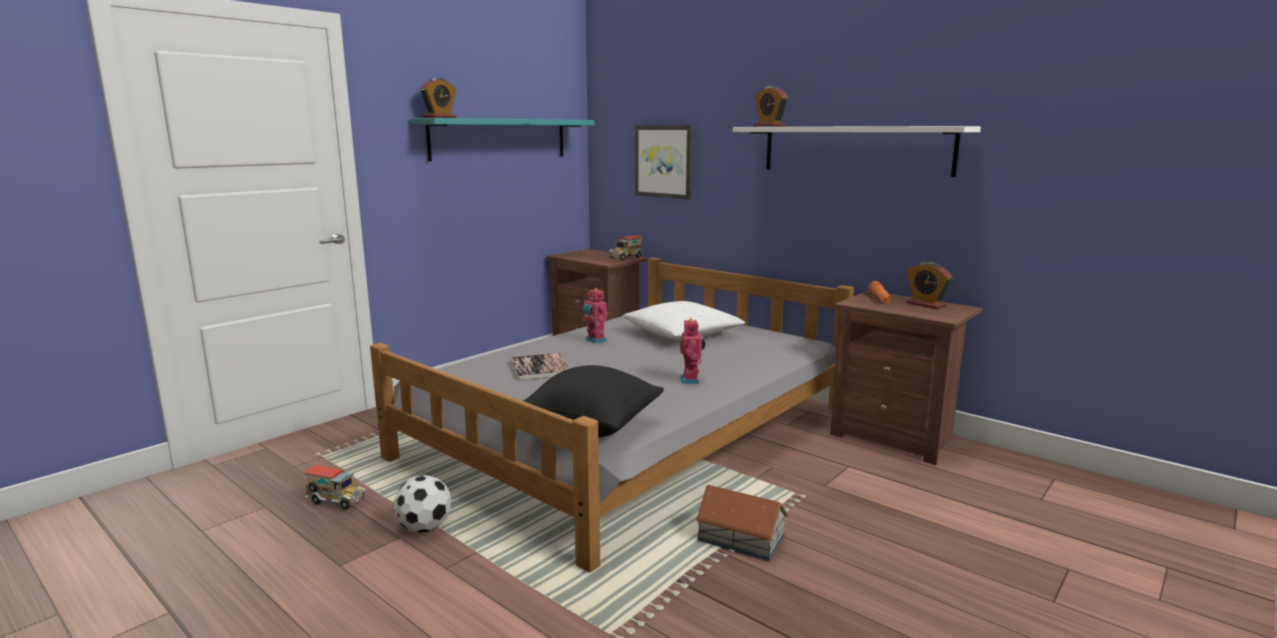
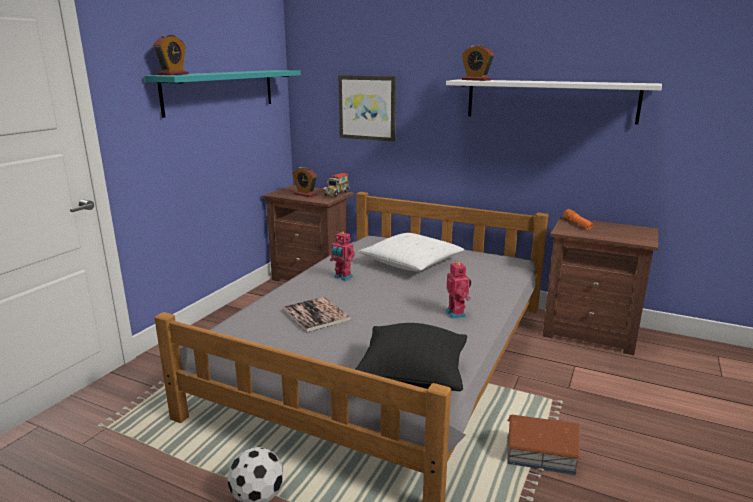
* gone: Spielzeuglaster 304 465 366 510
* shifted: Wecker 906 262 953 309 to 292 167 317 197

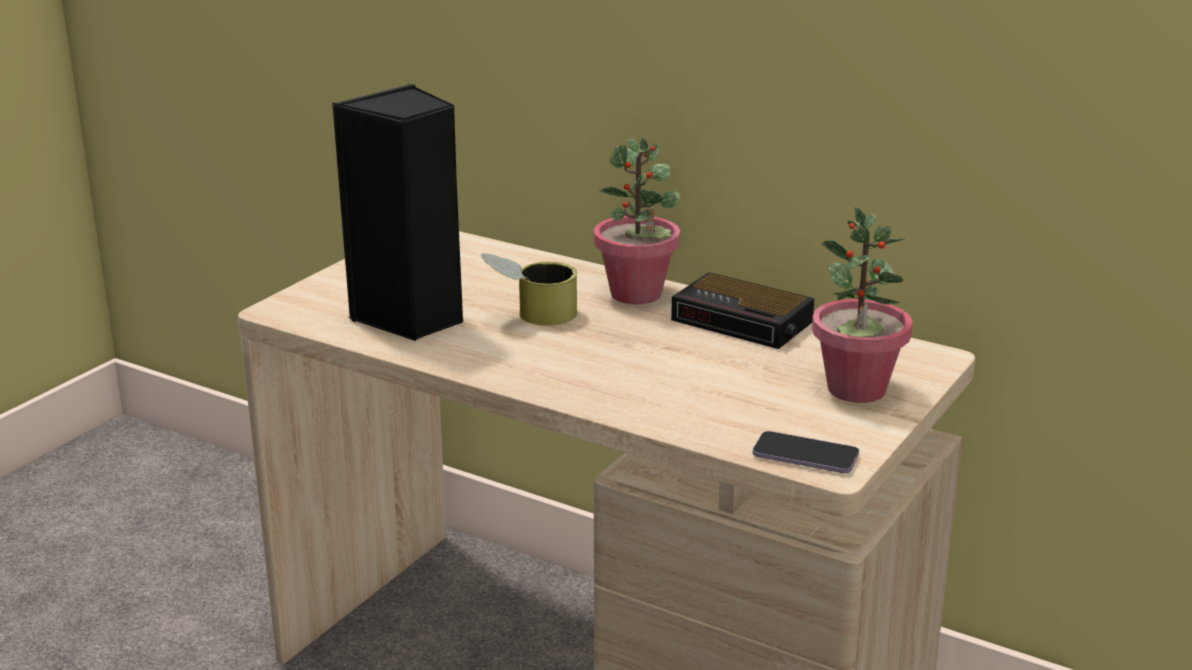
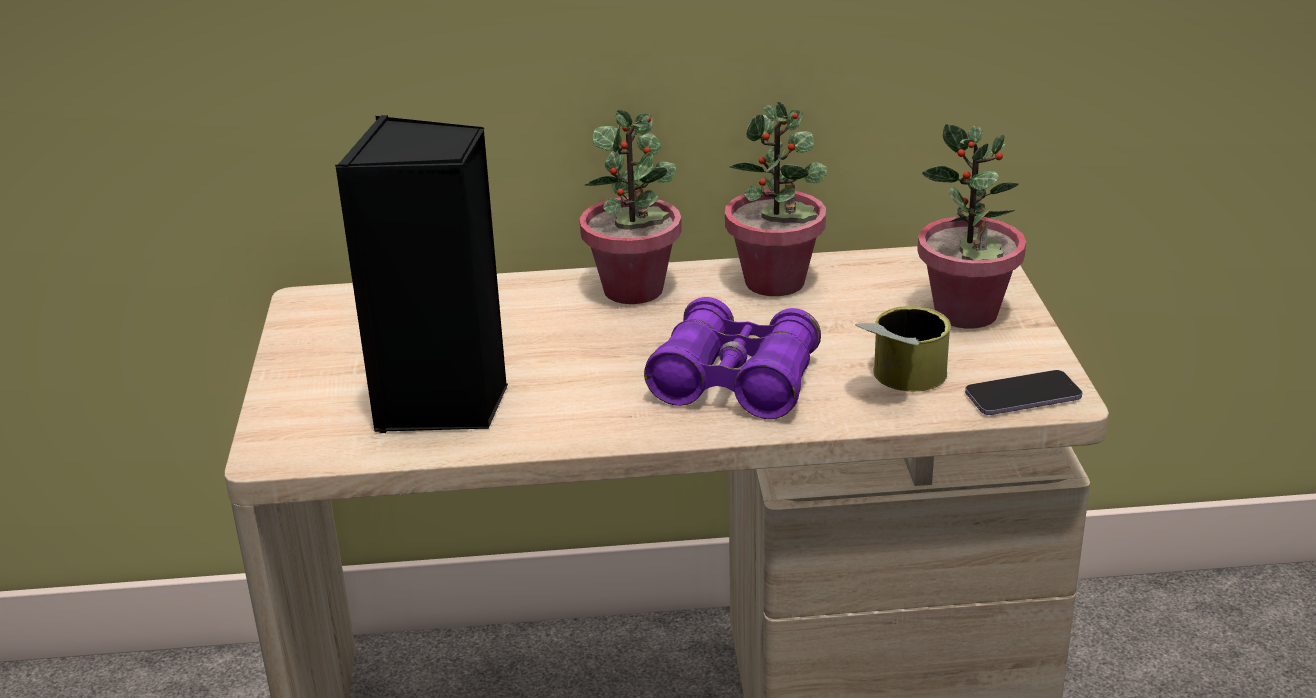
* new: Fernglas [lila] 644 297 821 419
* shifted: Dose 481 253 577 326 to 855 306 951 391
* swapped: Wecker 671 272 814 349 to Topfpflanze 725 102 827 296

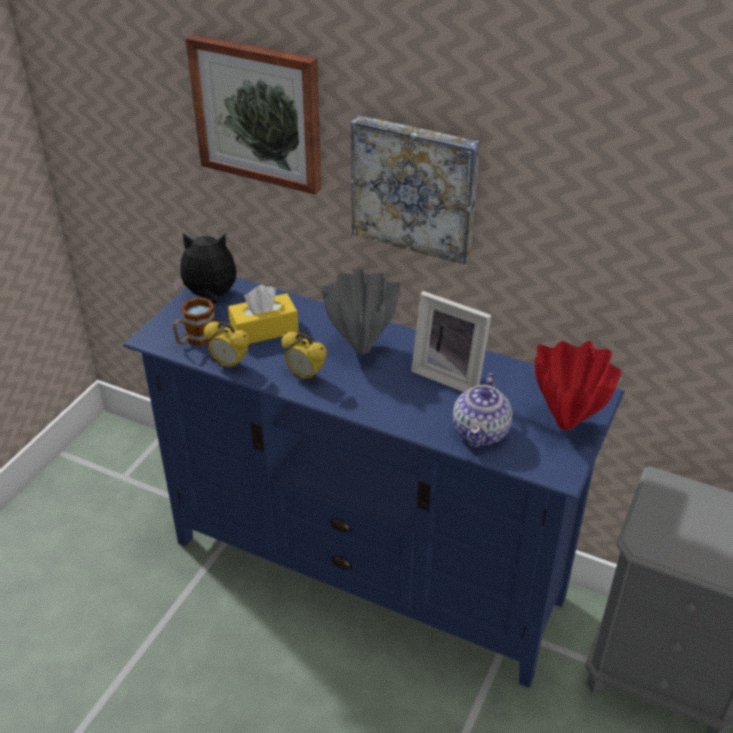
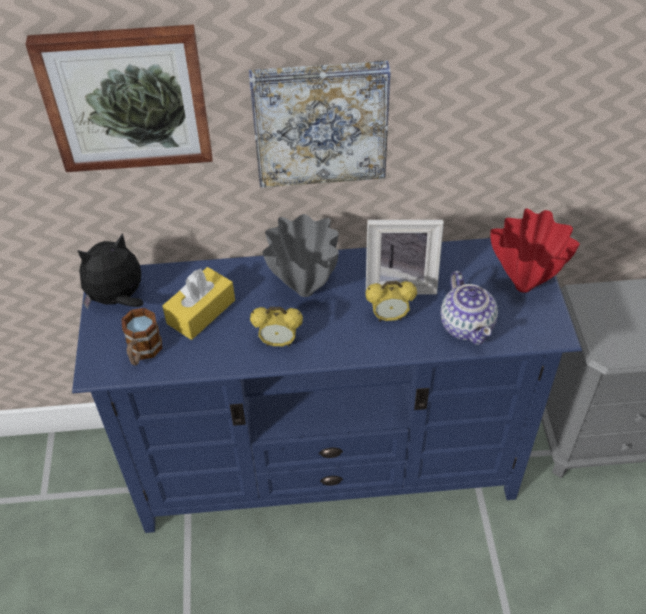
* shifted: Wecker 204 322 249 370 to 365 281 417 321

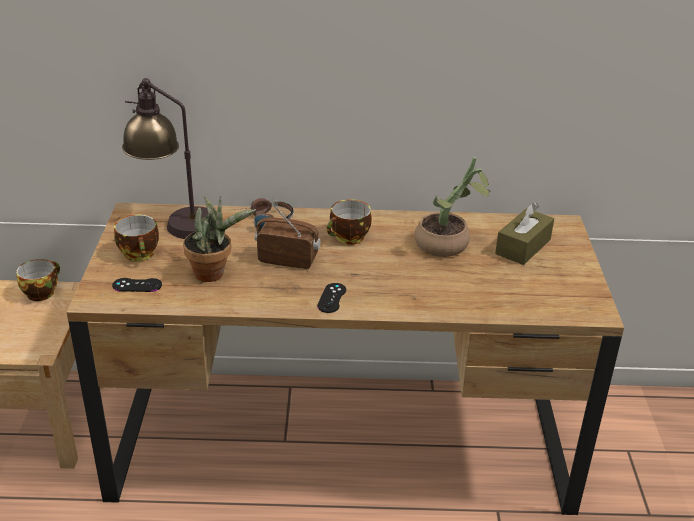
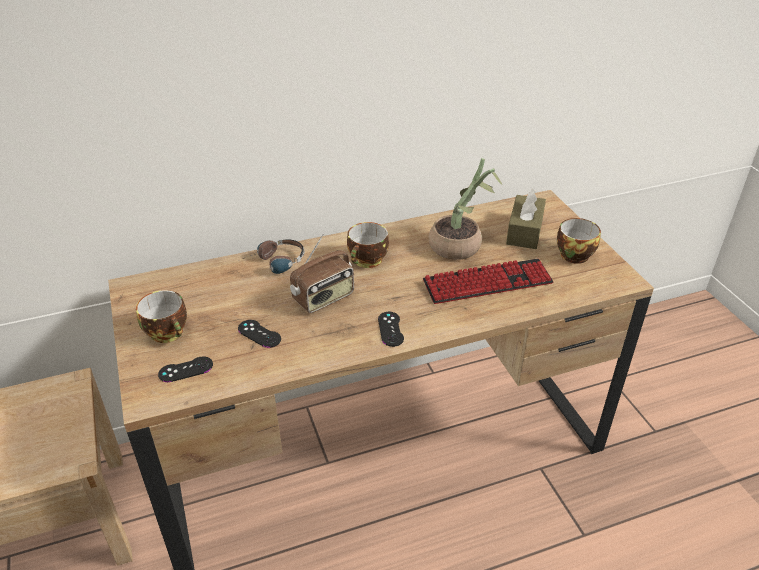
* gone: Tischlampe 122 78 210 239
* new: Tastatur 423 259 554 304
* shifted: Tasse 16 259 60 301 to 557 218 601 264
* swapped: Topfpflanze 183 196 256 282 to Gamepad [schwarz] 238 320 281 348
* rotated: Radio 255 205 321 269 = 290 234 354 313 150 degrees clockwise

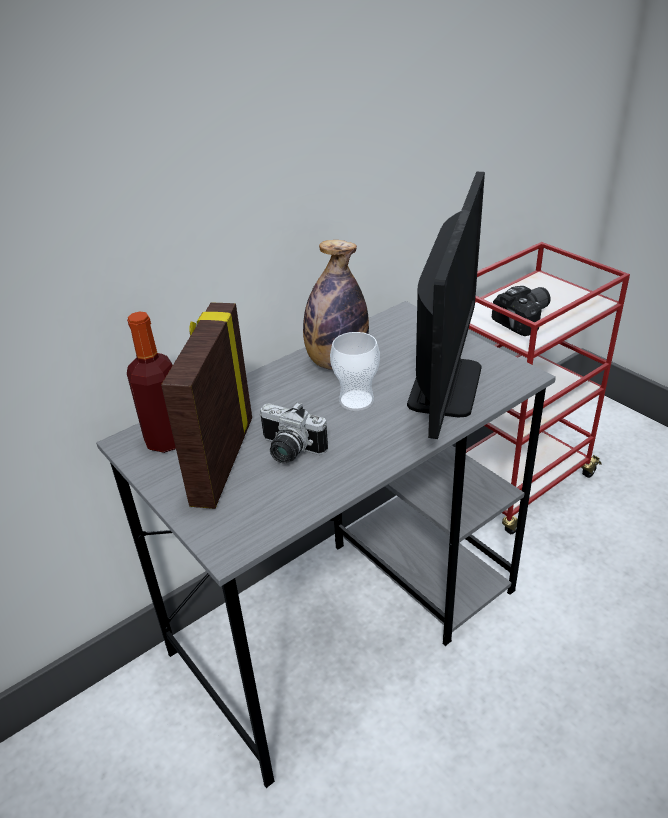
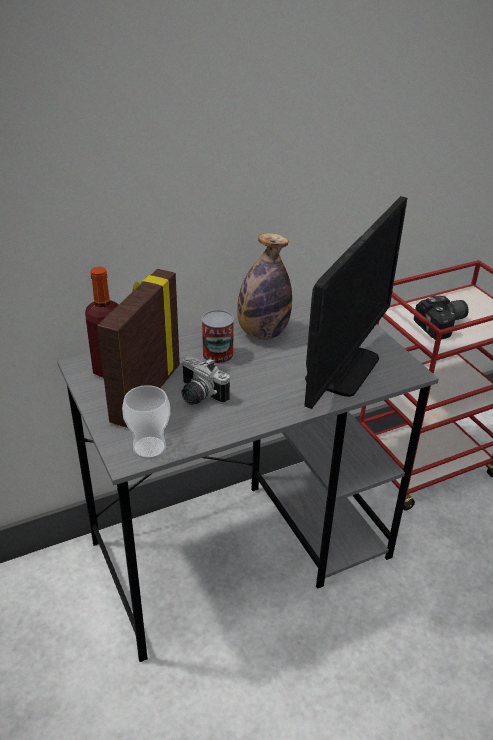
* new: Dose 202 310 234 364
* shifted: Tasse 330 332 380 411 to 122 385 170 460

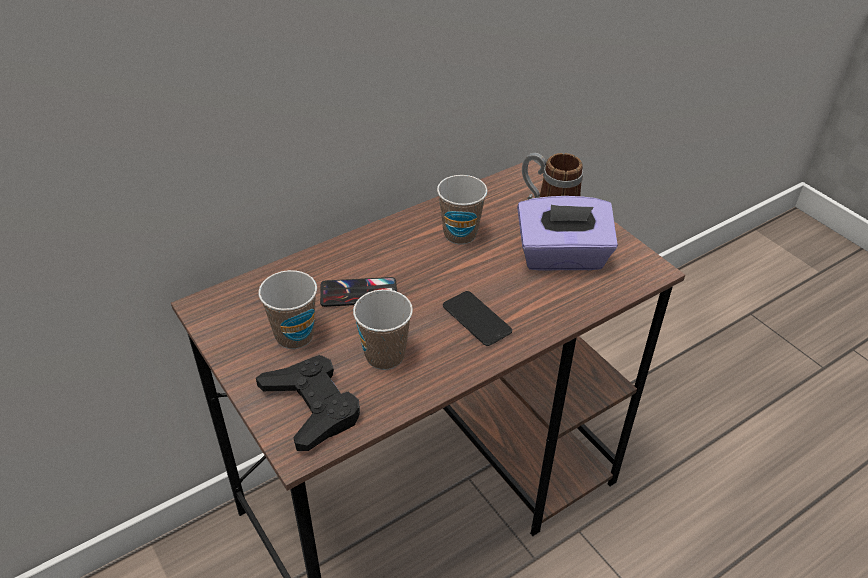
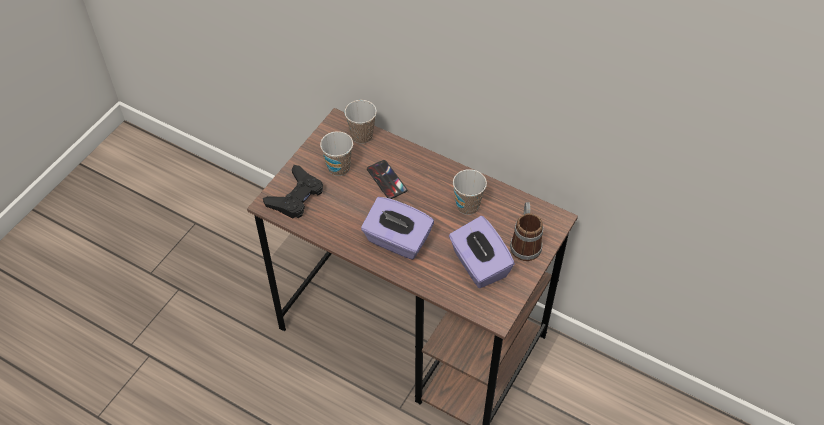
* shifted: Tasse 353 289 413 370 to 345 100 377 144
* swapped: Handy 443 291 512 346 to Taschentuchbox [lila] 361 197 434 260

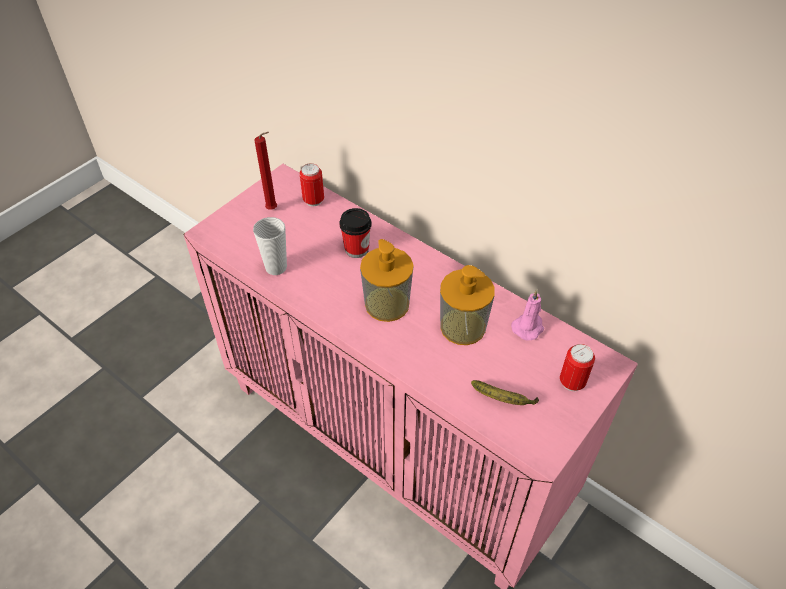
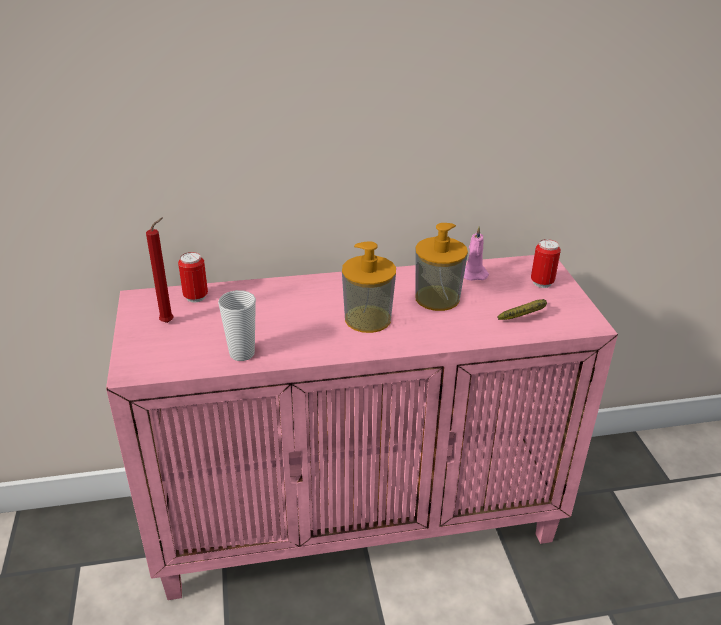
* gone: Tasse 339 208 372 258

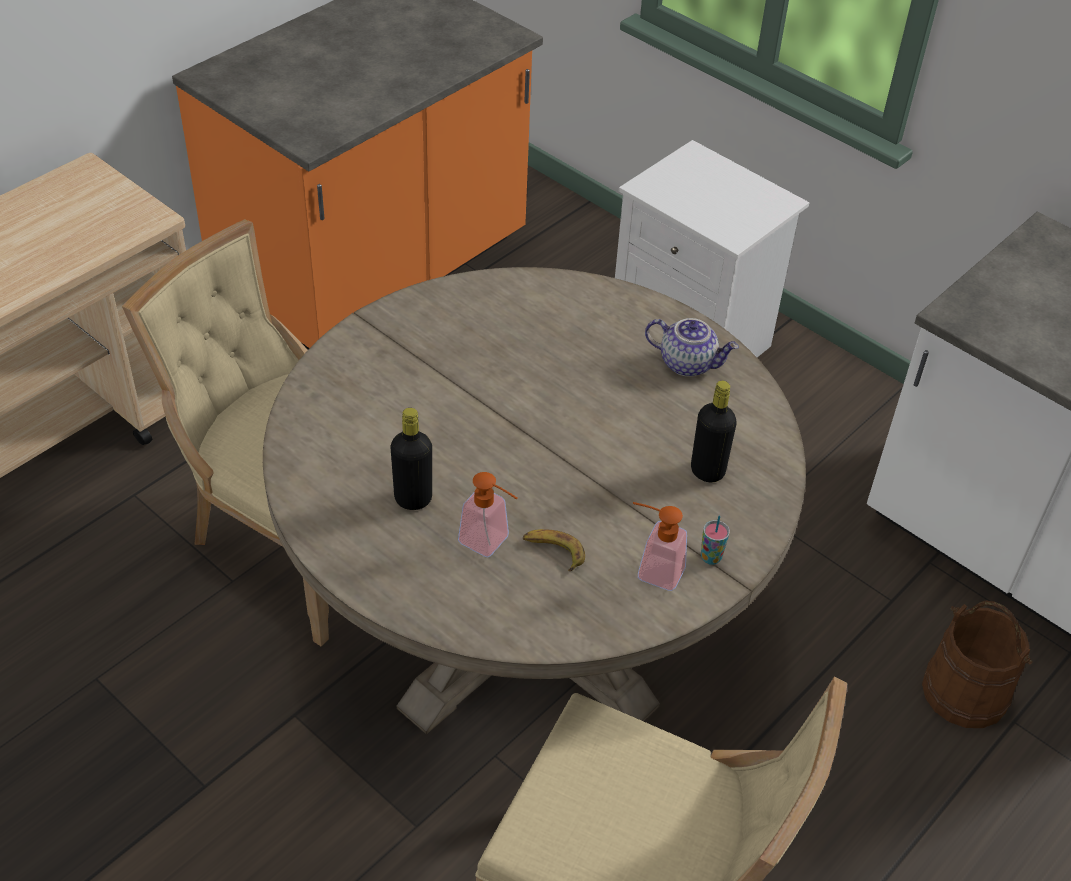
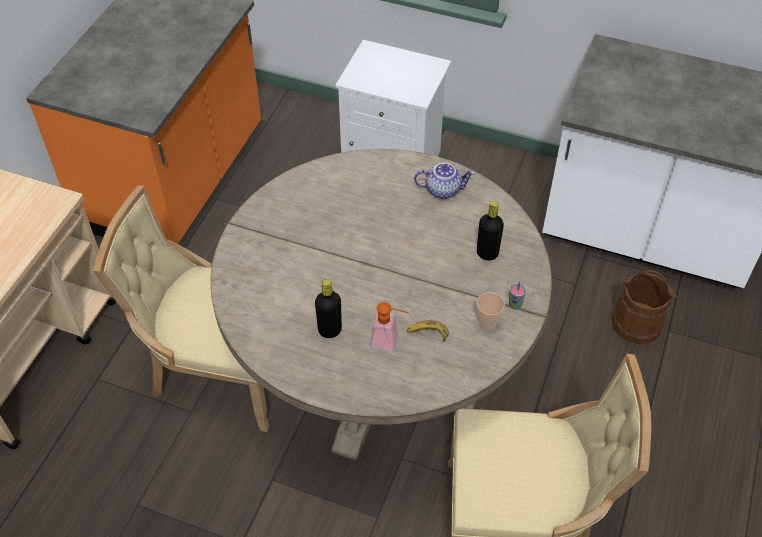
* swapped: Seifenspender 633 502 687 591 to Tasse 477 292 505 331

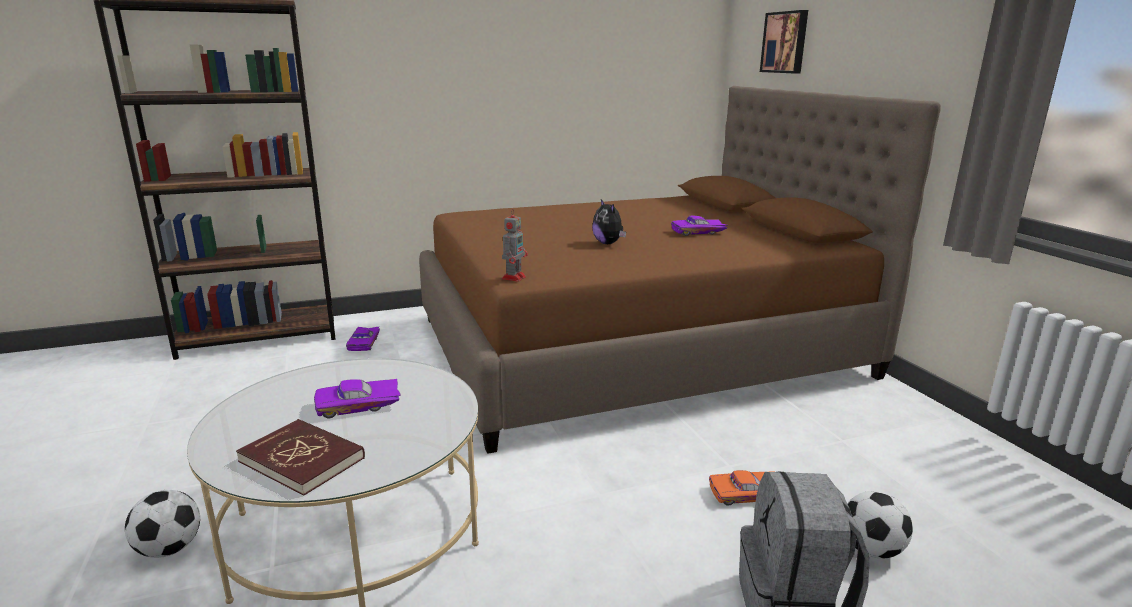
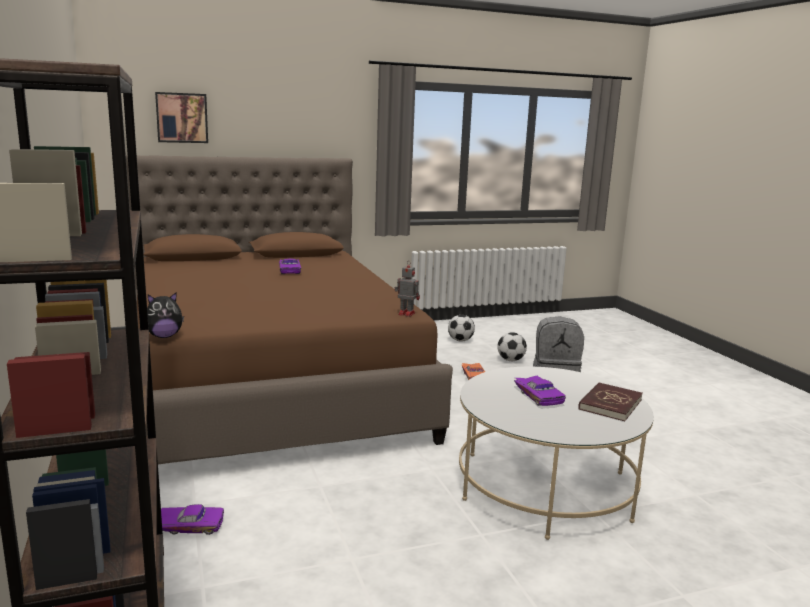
* shifted: Fußball 125 490 200 558 to 448 315 475 342
* shifted: Plüschtier 592 199 626 244 to 147 293 184 338

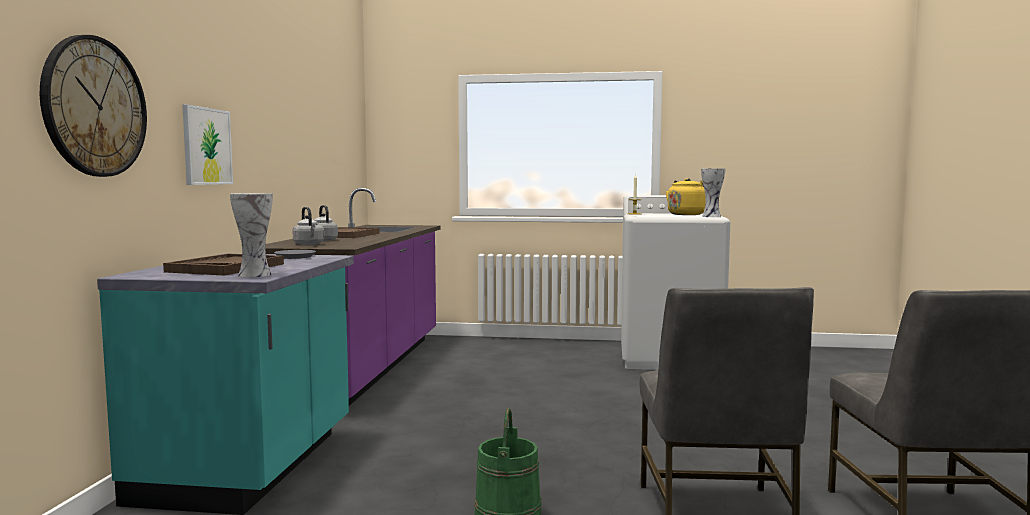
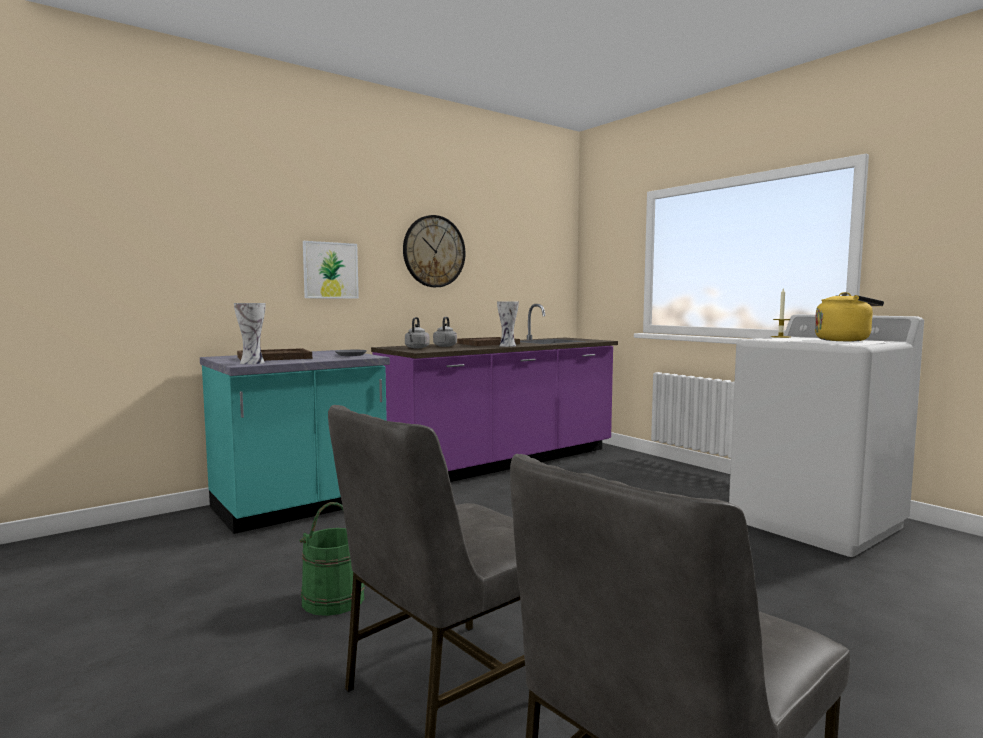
* shifted: Wanduhr 40 35 147 177 to 403 215 465 287
* shifted: Vase 701 169 725 217 to 497 302 519 347

